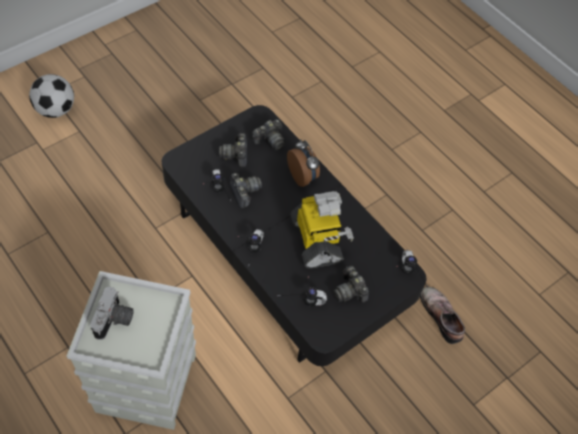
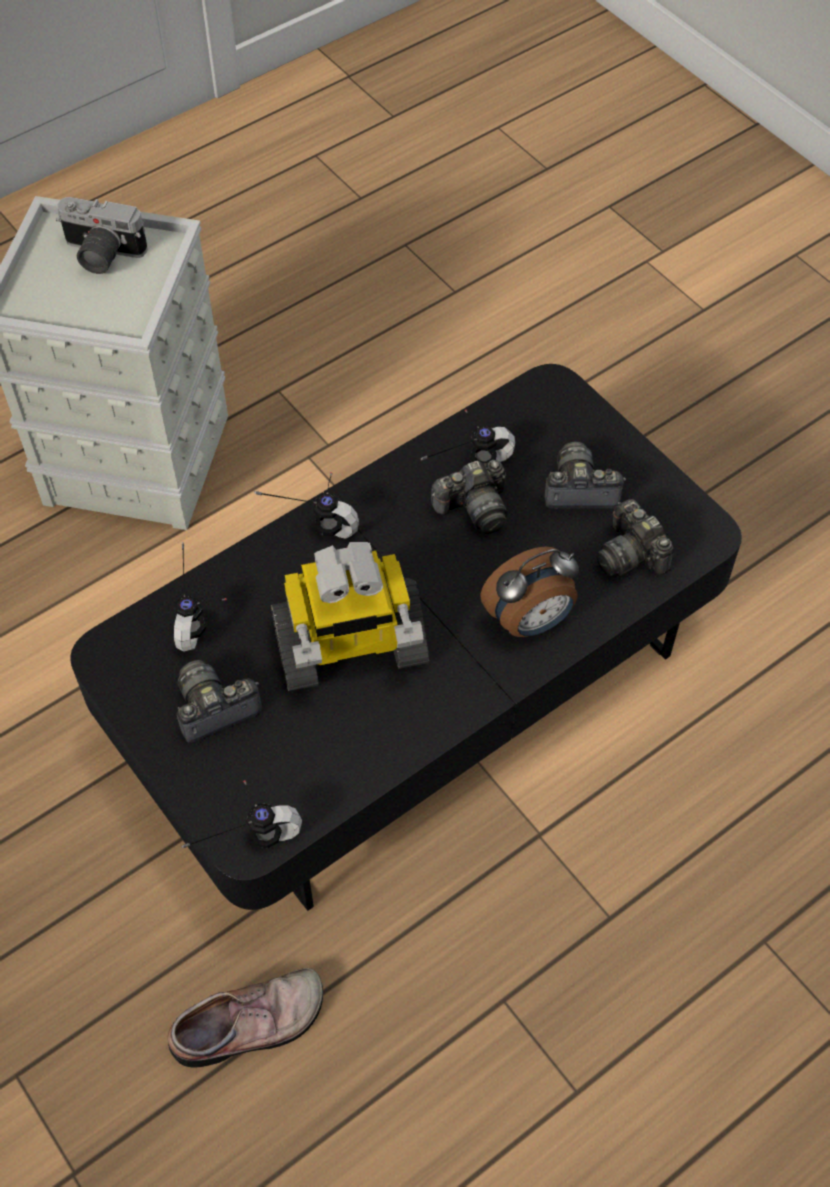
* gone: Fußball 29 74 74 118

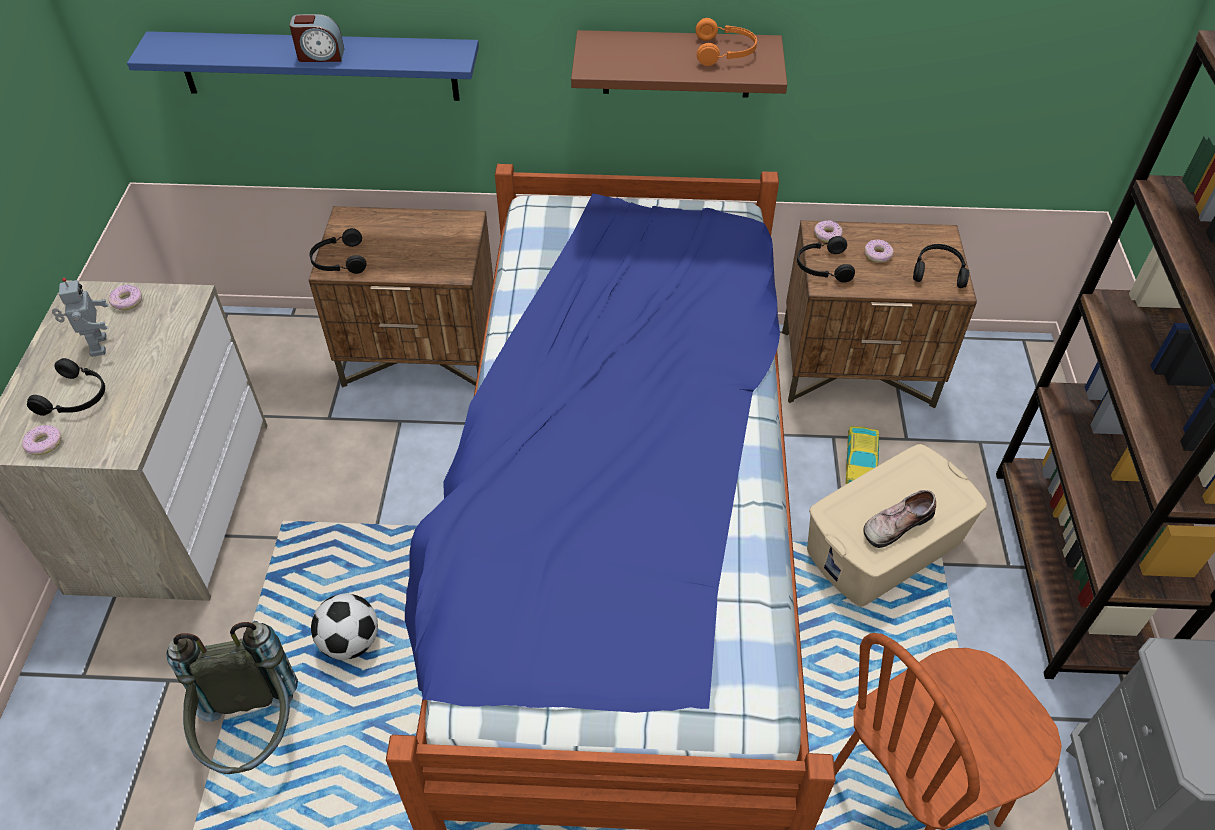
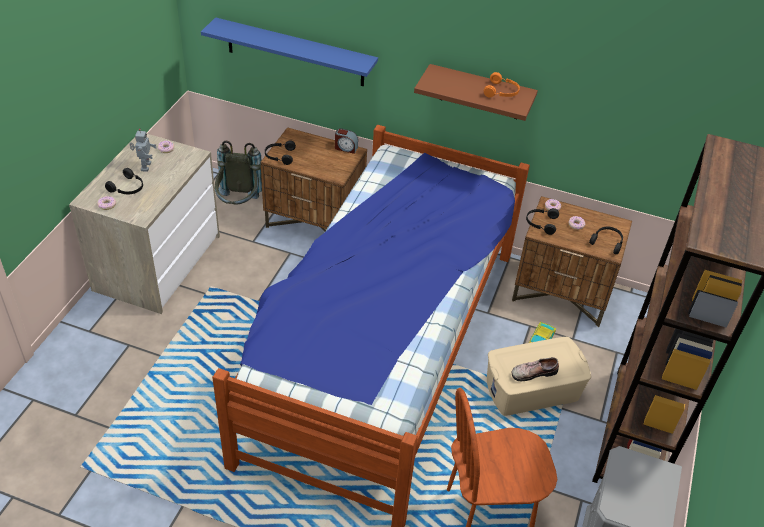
* gone: Fußball 311 594 378 660
* shifted: Rucksack [grau] 166 621 298 774 to 215 141 262 205
* shifted: Wecker 289 14 344 62 to 335 128 358 154

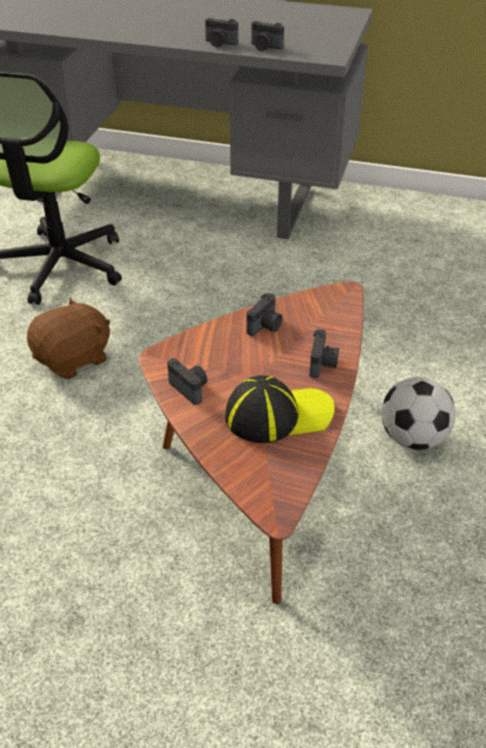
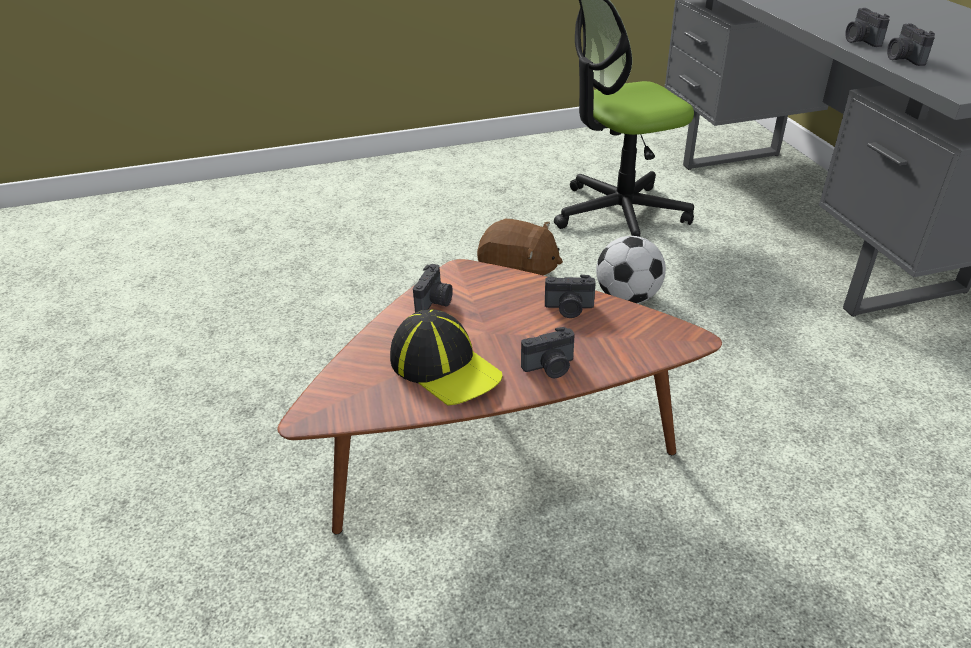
* shifted: Fußball 381 377 456 450 to 596 236 666 303

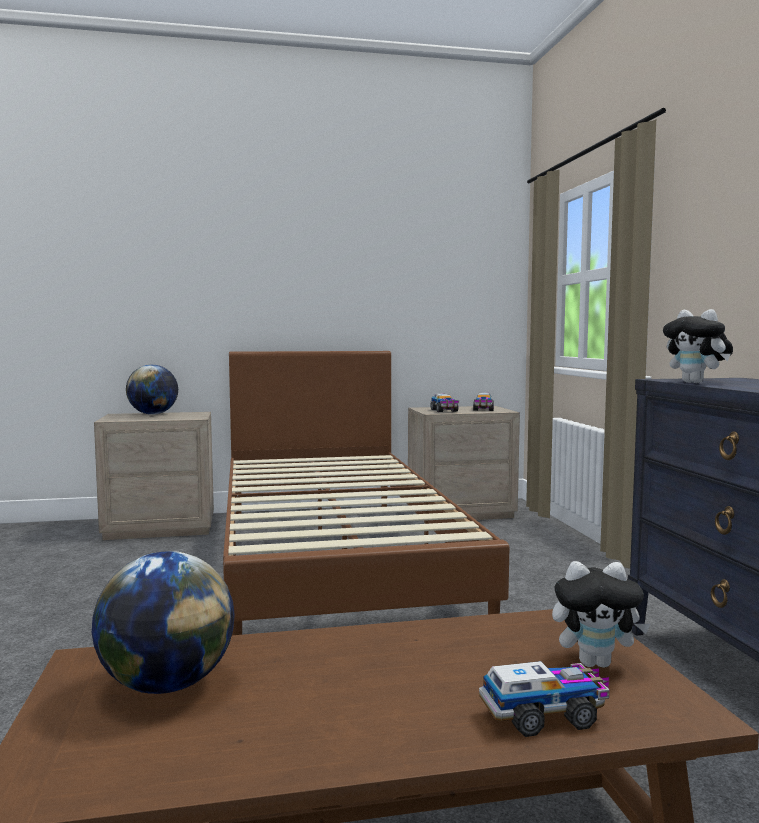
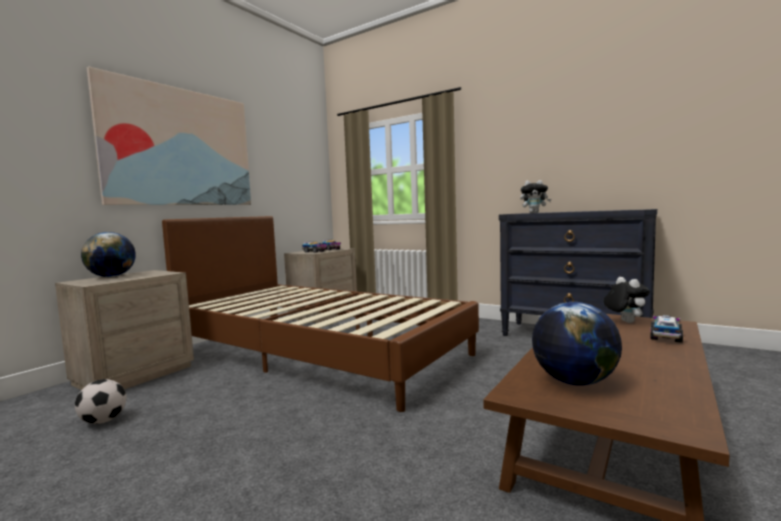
* new: Fußball 75 379 127 424
* new: Bild 87 67 251 205
* rotated: Plüschtier 552 561 650 668 = 603 277 650 323 60 degrees counterclockwise

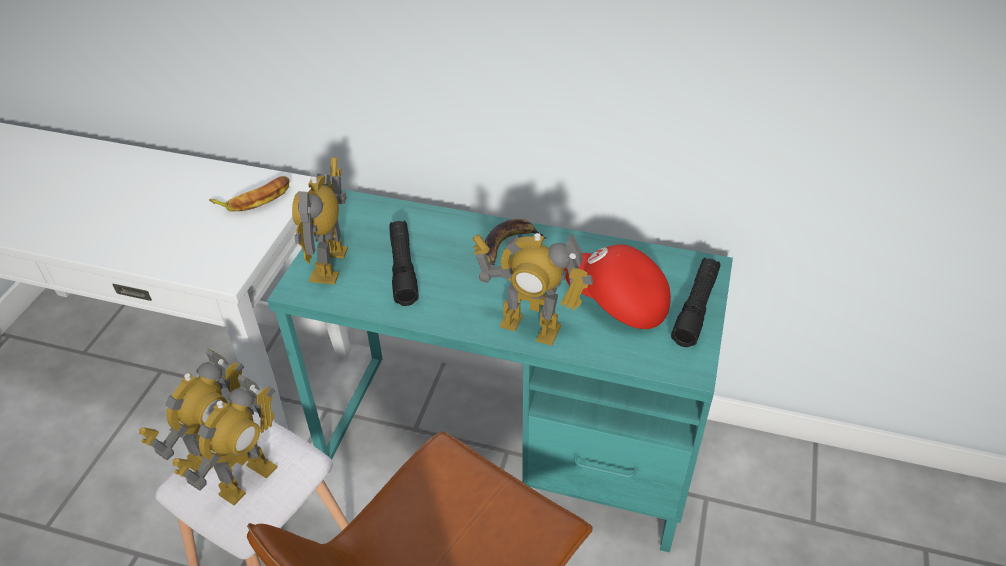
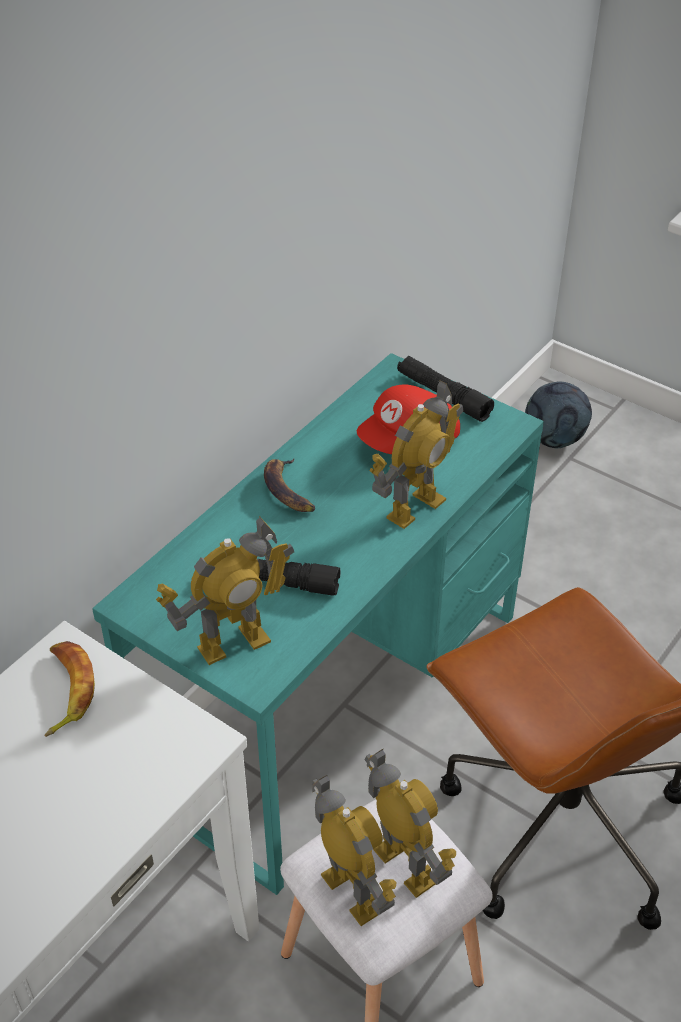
* new: Fußball 525 382 592 448
* rotated: Spielzeugroboter 292 157 348 284 = 156 516 294 665 60 degrees counterclockwise

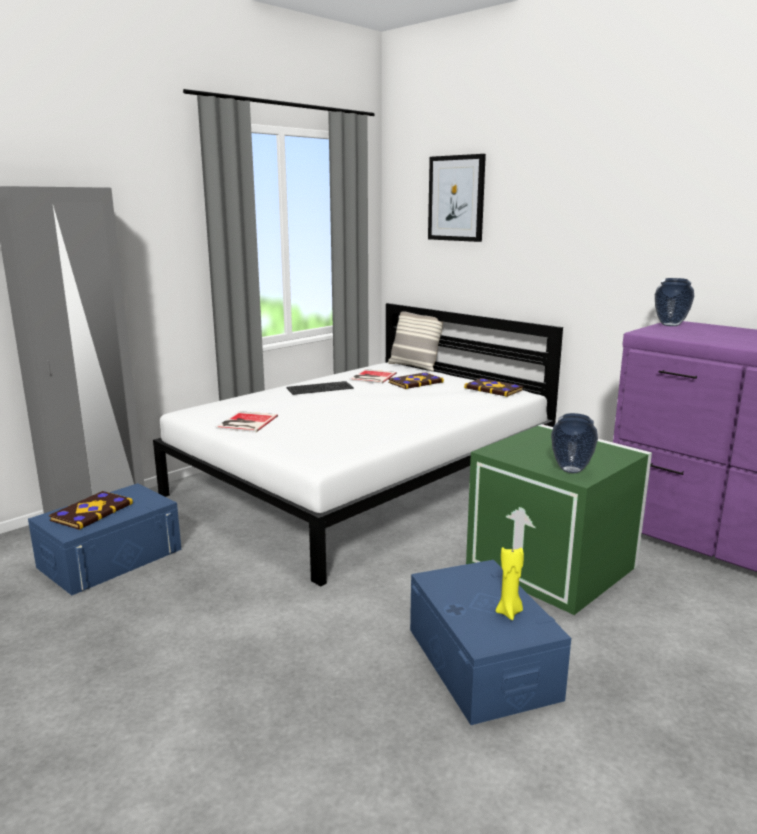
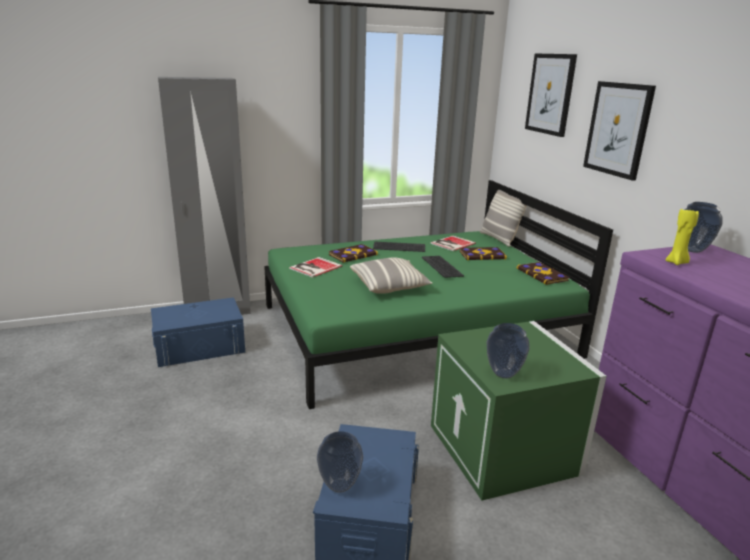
* new: Vase 317 431 363 493
* new: Kissen 350 258 432 294
* new: Tastatur 422 256 464 278
* new: Bild 583 81 656 181
* shifted: Buch 49 491 133 530 to 328 244 378 263
* shifted: Kerze [gelb] 496 547 524 620 to 666 207 699 265
* repainted: Bett [weiß] 153 303 563 587 to Bett [grün] 264 180 613 409

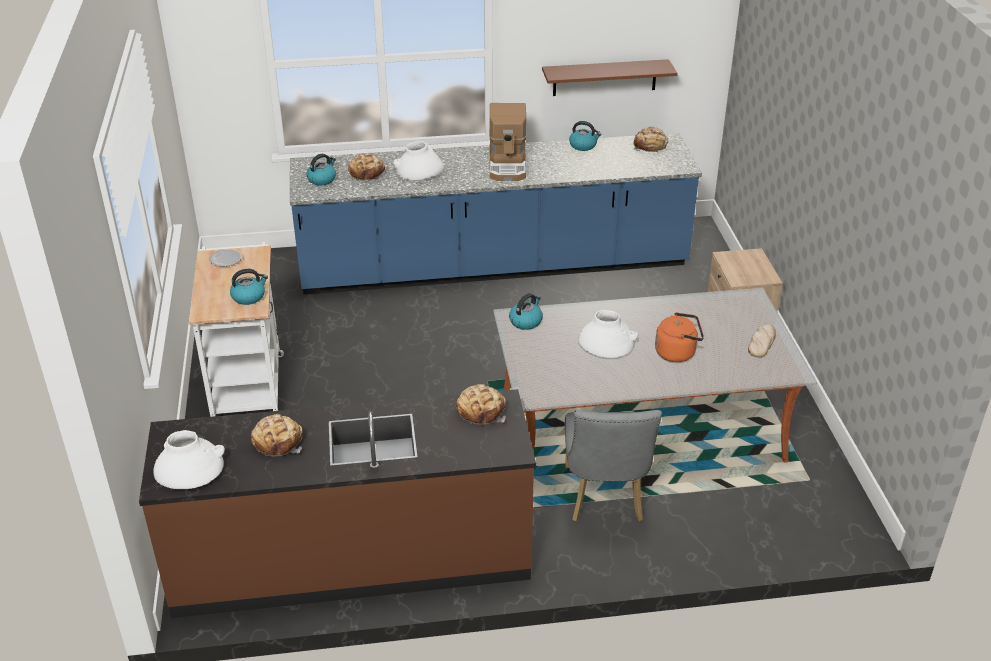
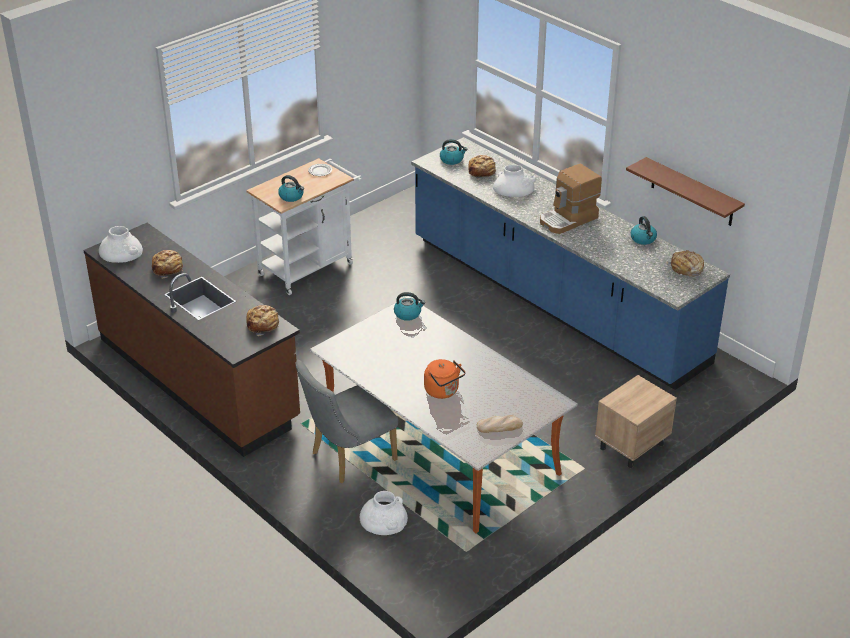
* shifted: Vase [weiß] 578 310 638 358 to 360 491 408 535

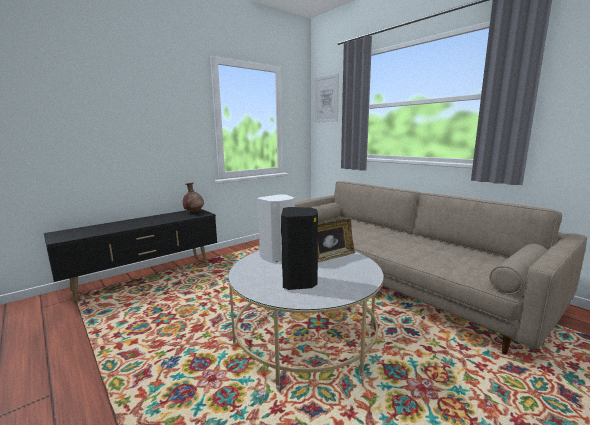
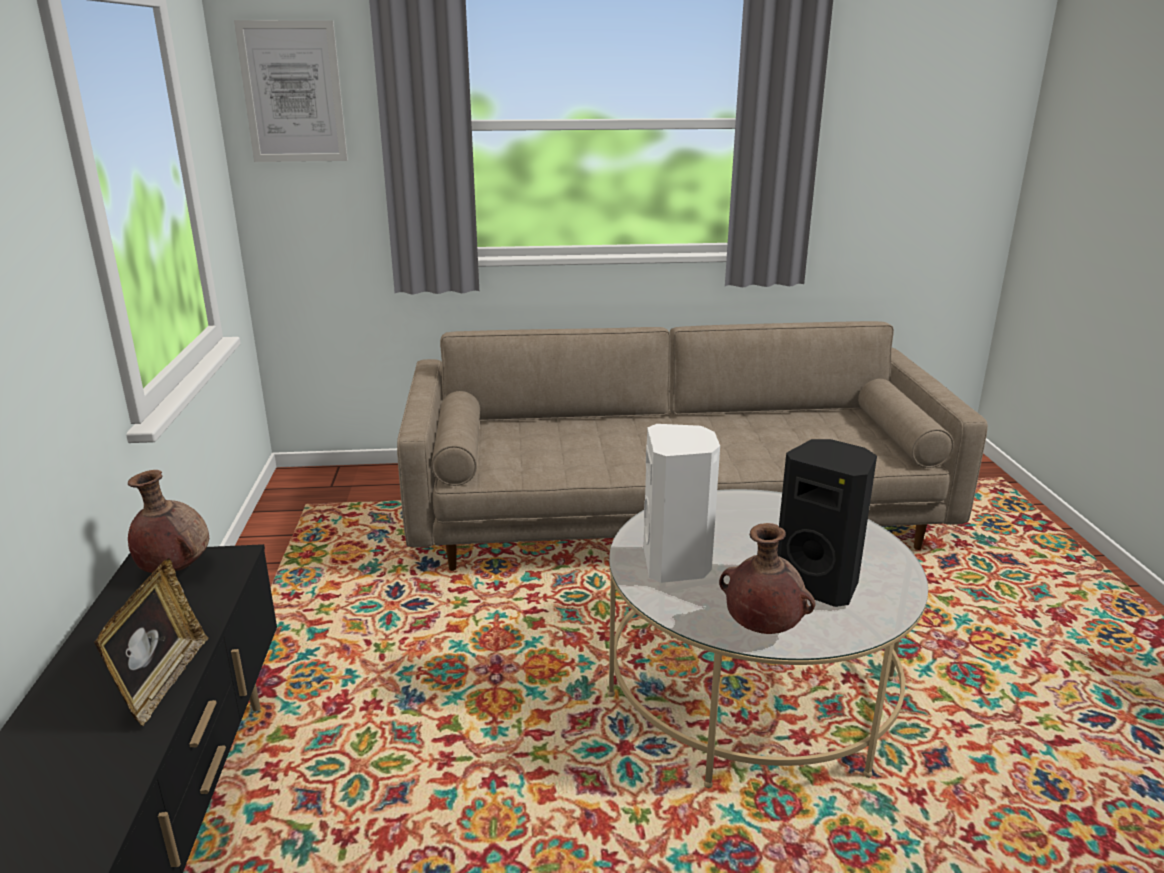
* new: Vase [braun] 719 523 816 634
* shifted: Bilderrahmen 318 218 355 262 to 94 558 208 726

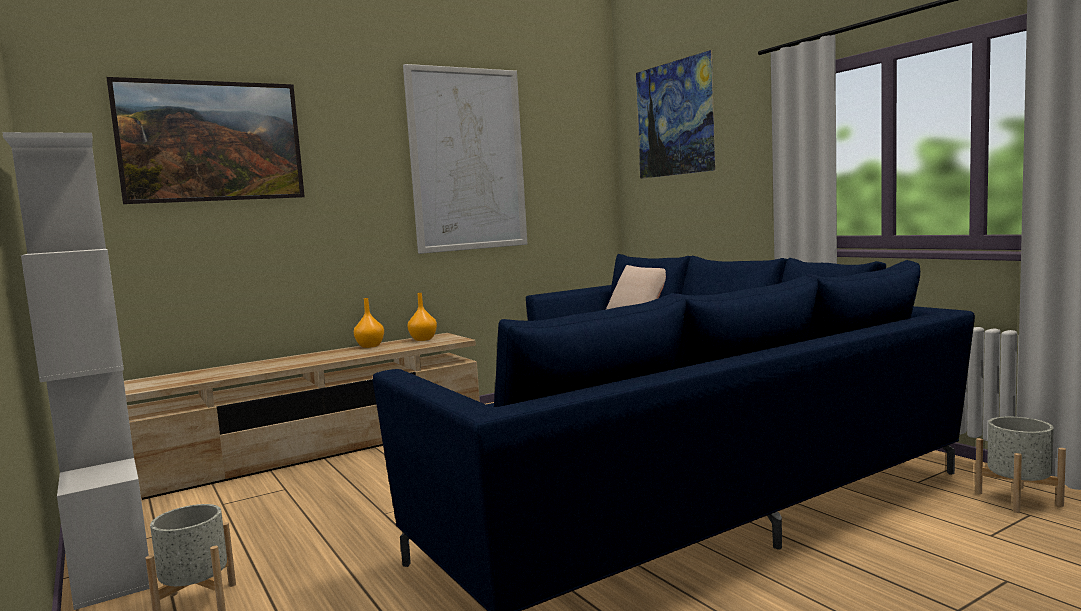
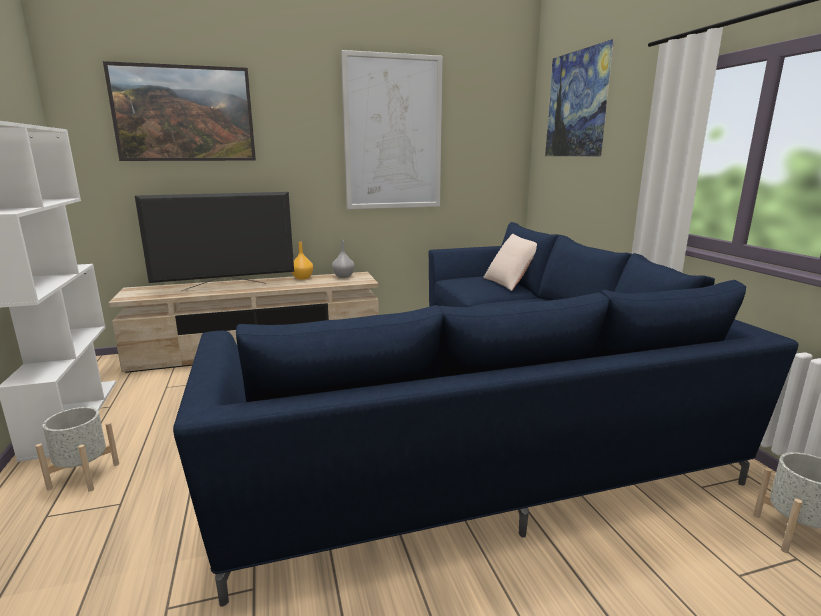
* new: Fernseher 135 192 294 291
* repainted: Vase [orange] 408 293 437 341 to Vase [grau] 332 241 354 278

